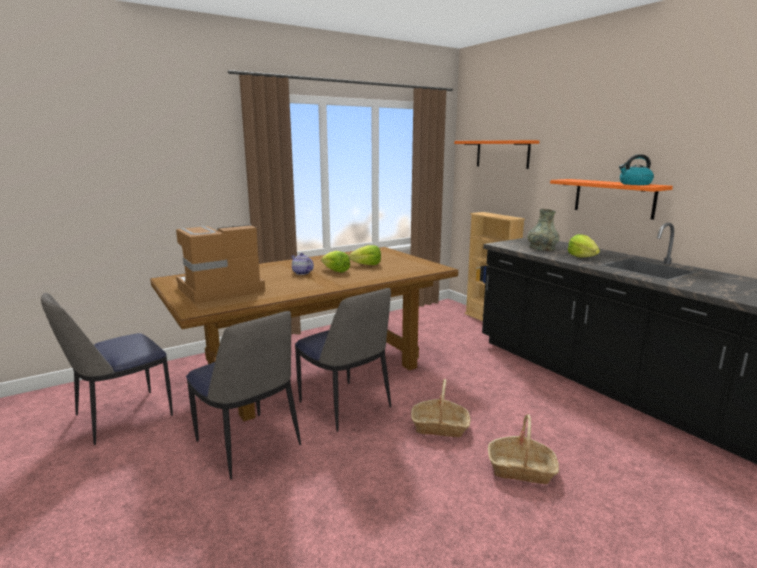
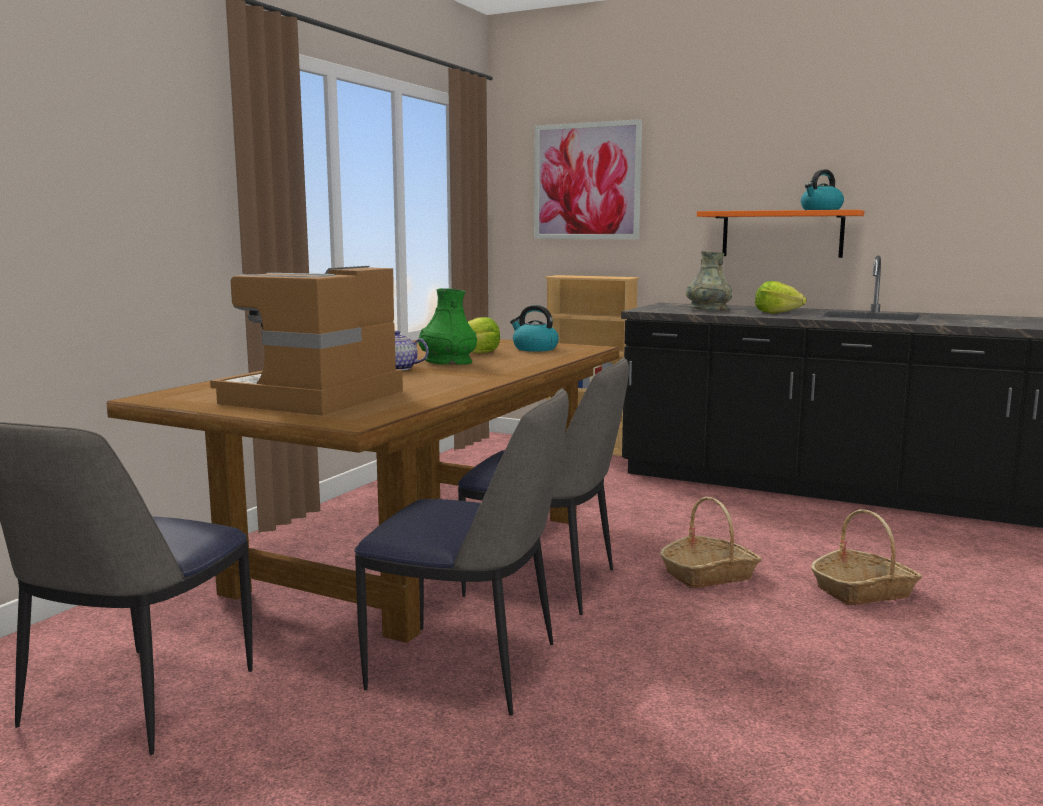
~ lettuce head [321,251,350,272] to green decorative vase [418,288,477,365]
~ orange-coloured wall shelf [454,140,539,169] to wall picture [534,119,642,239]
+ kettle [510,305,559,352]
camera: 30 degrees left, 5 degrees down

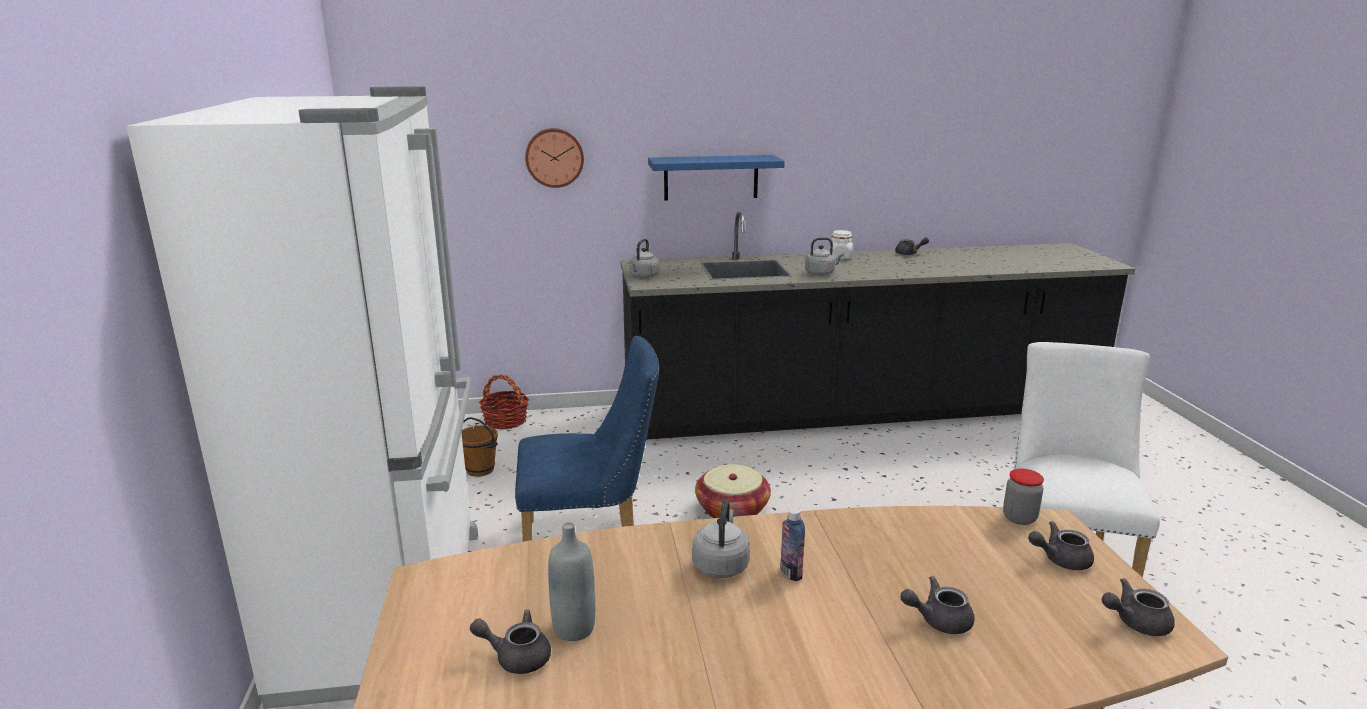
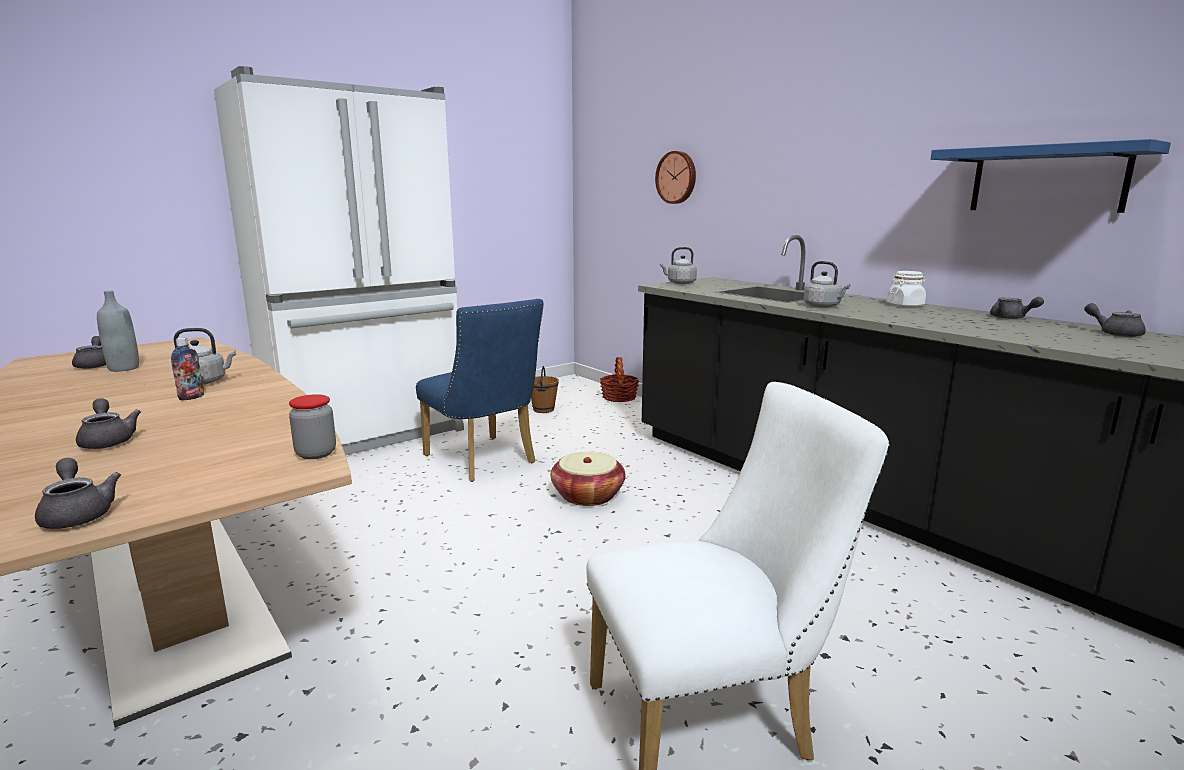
~ bluish wall shelf [648,155,785,201] to [931,139,1171,213]
~ grey tea pot [1028,521,1094,570] to [1084,303,1146,337]
camera: 60 degrees right, 5 degrees down

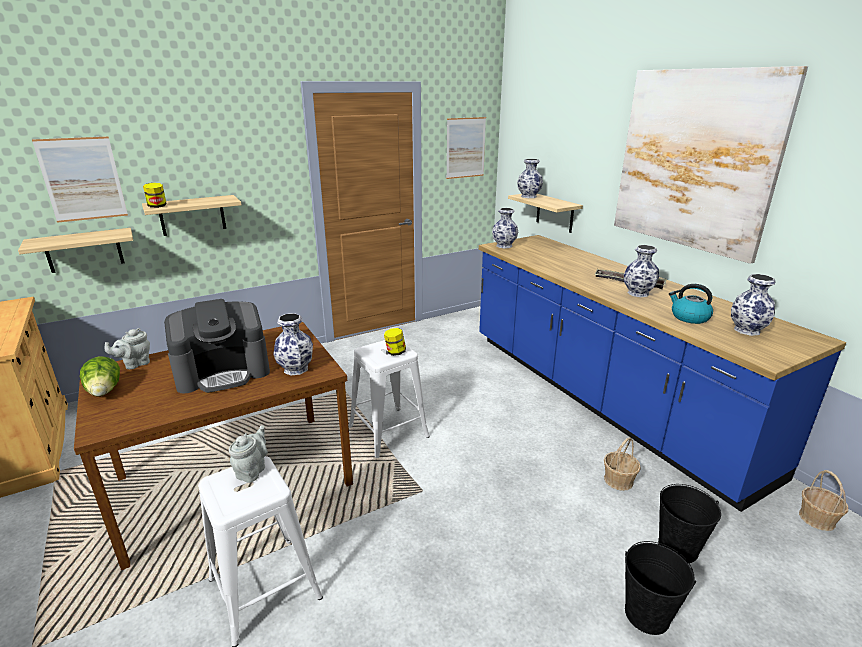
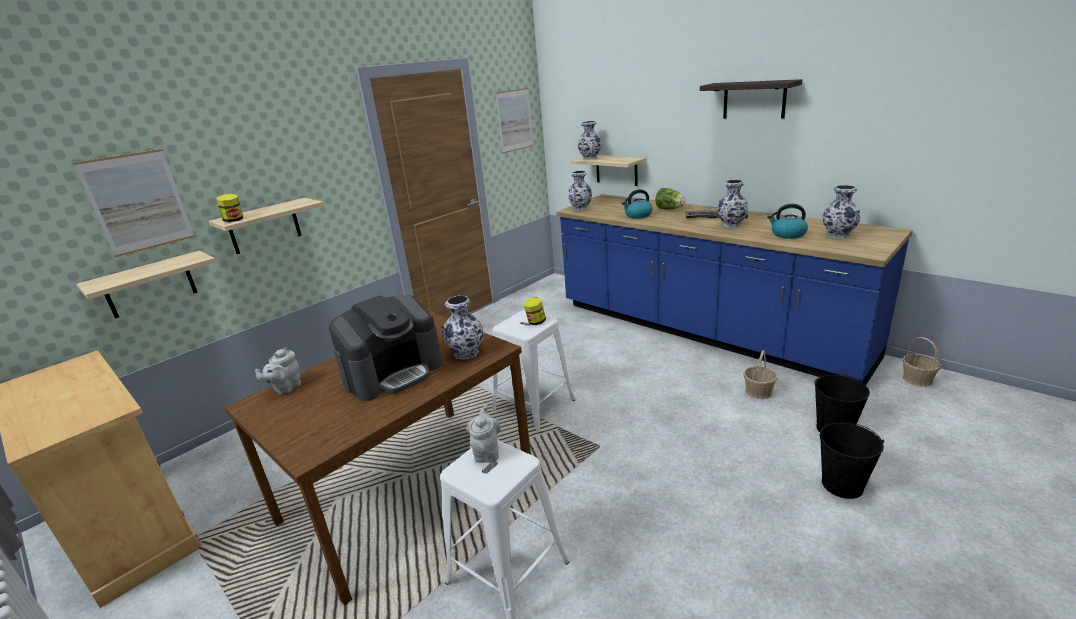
~ lettuce head [80,356,120,397] to [655,188,686,210]
~ wall picture [614,66,808,264] to wall shelf [700,79,802,119]
+ kettle [622,189,653,219]
camera: 15 degrees left, 0 degrees up

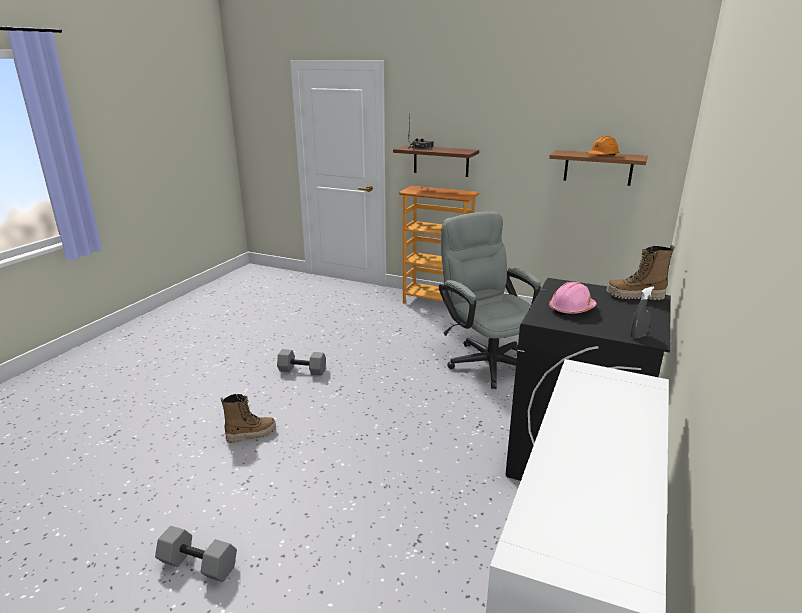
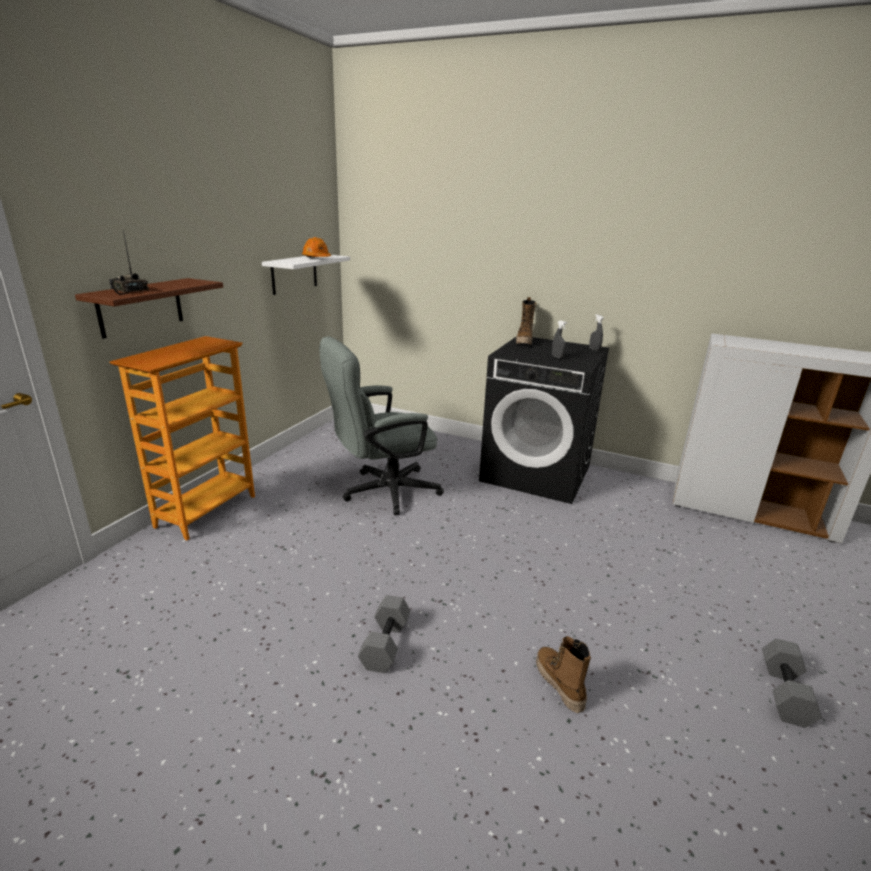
~ brown wall shelf [549,150,648,186] to whitish wall shelf [262,255,350,295]
~ pink-coloured safety helmet [549,282,596,316] to grey spray bottle [552,320,567,359]
camera: 90 degrees left, 0 degrees up

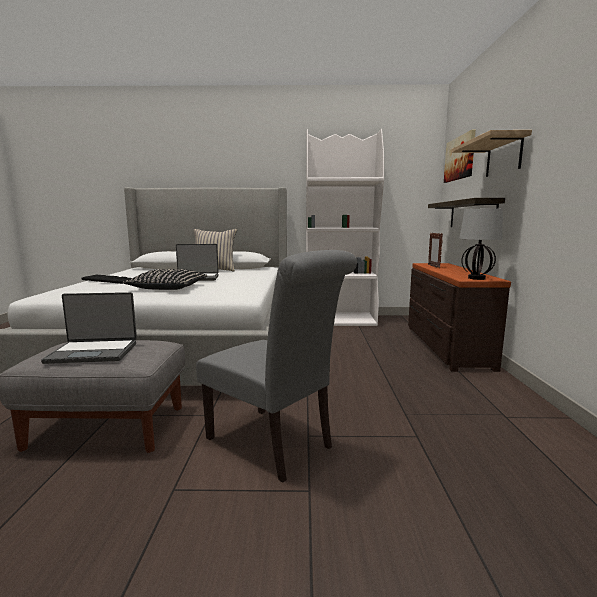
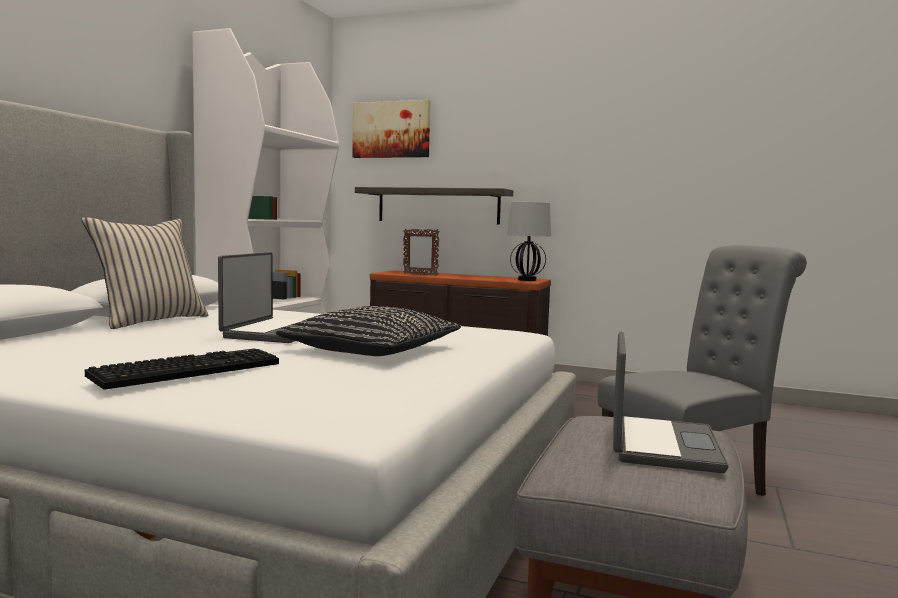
- wall shelf [452,130,532,177]
camera: 70 degrees left, 5 degrees down

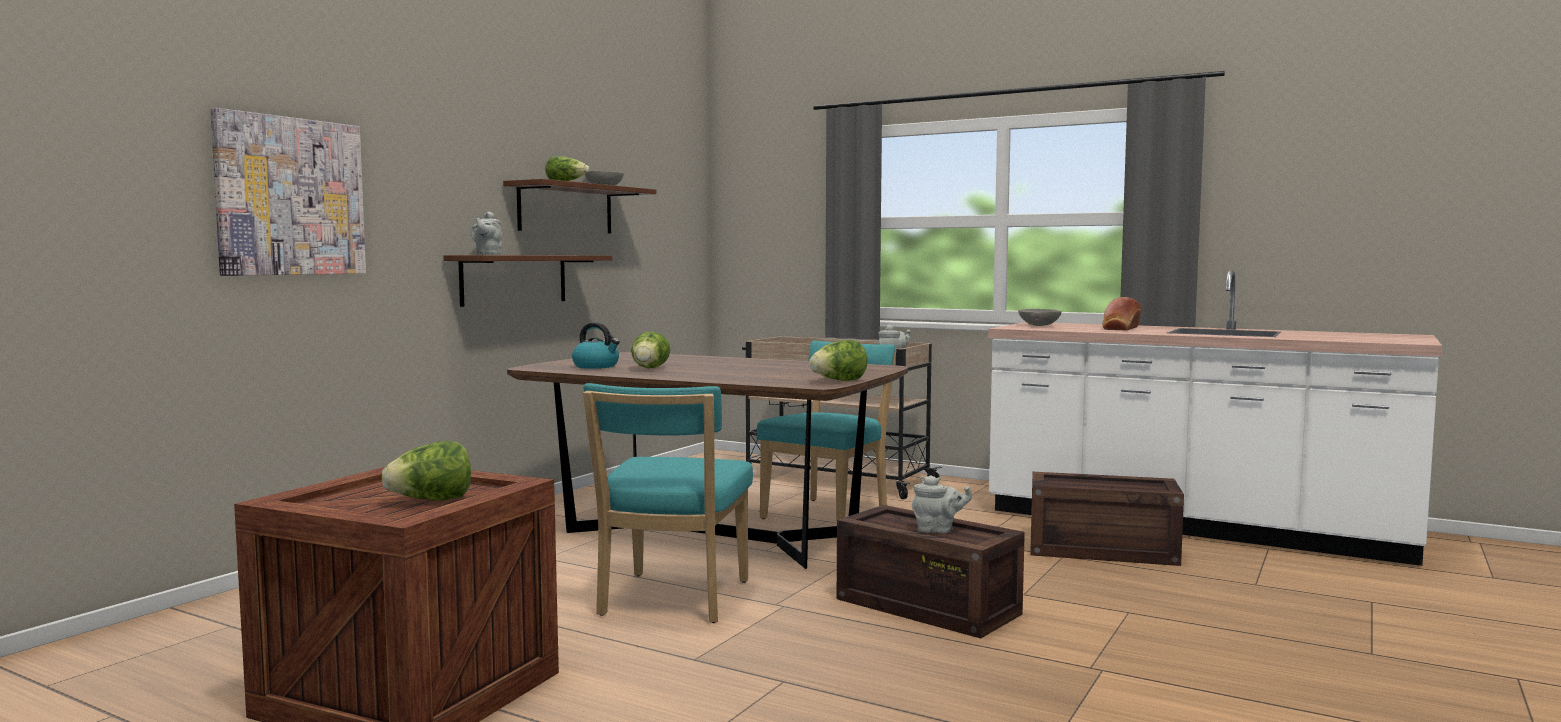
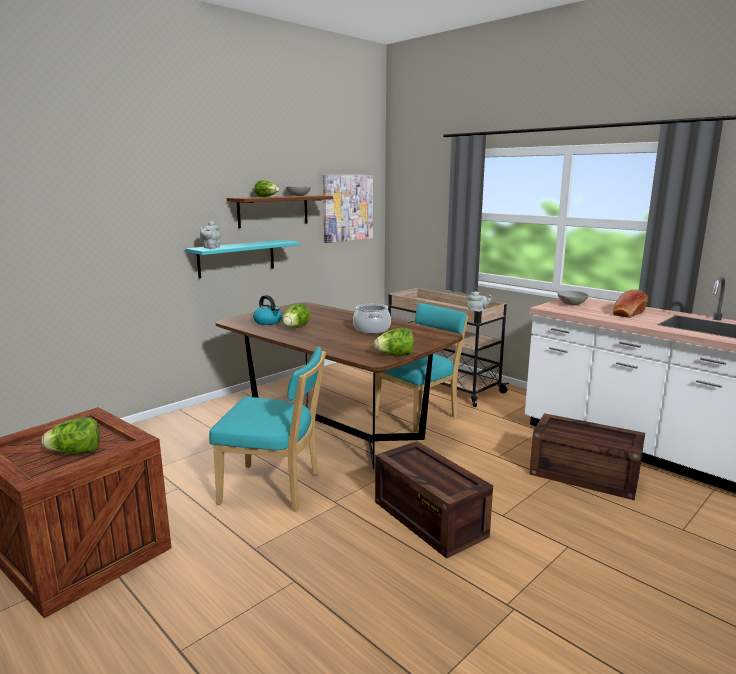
~ wall picture [210,108,366,276] to [323,175,373,243]
~ brown wall shelf [443,255,612,307] to turquoise-coloured wall shelf [185,240,299,278]
~ turquoise-coloured chair [583,383,753,623] = [209,347,326,512] 105 degrees counterclockwise
- grey tea pot [912,475,972,533]
+ stockpot [353,304,391,334]
camera: 15 degrees right, 10 degrees up

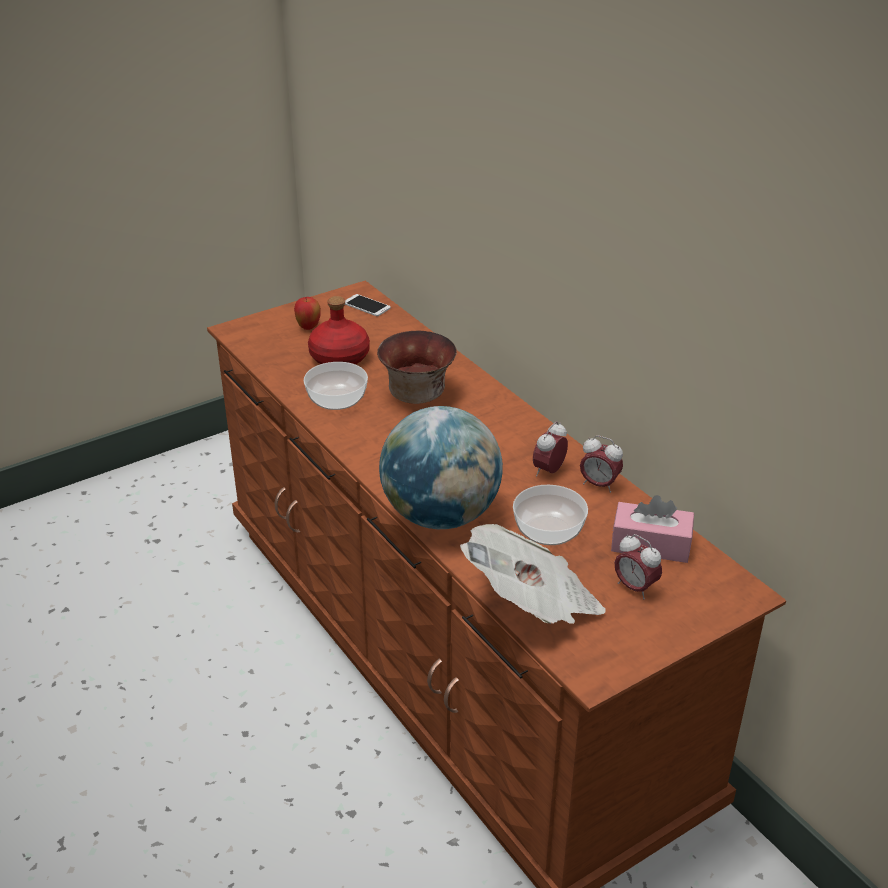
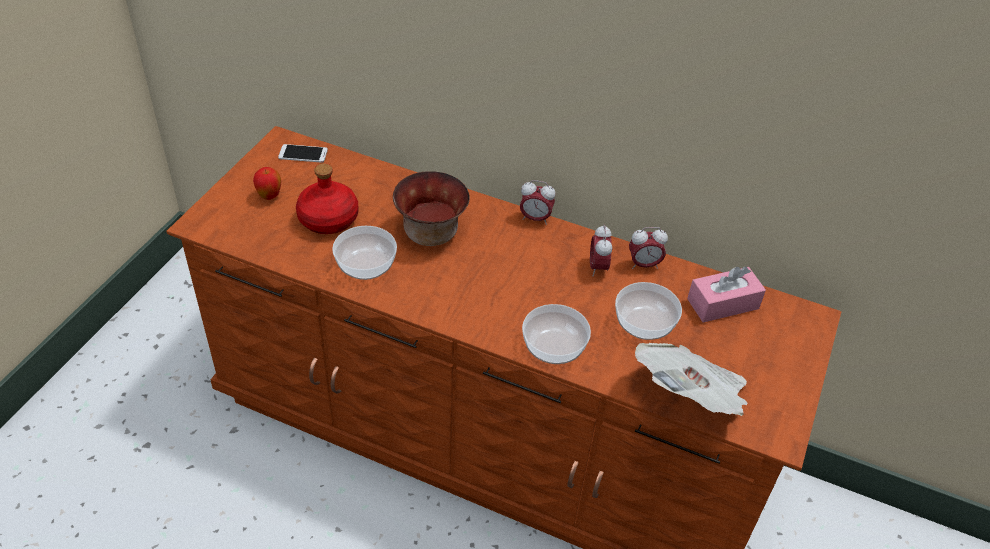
~ world globe [379,406,503,529] to bowl [522,304,591,364]
~ alarm clock [614,534,662,599] to [520,180,555,225]
camera: 35 degrees left, 10 degrees up

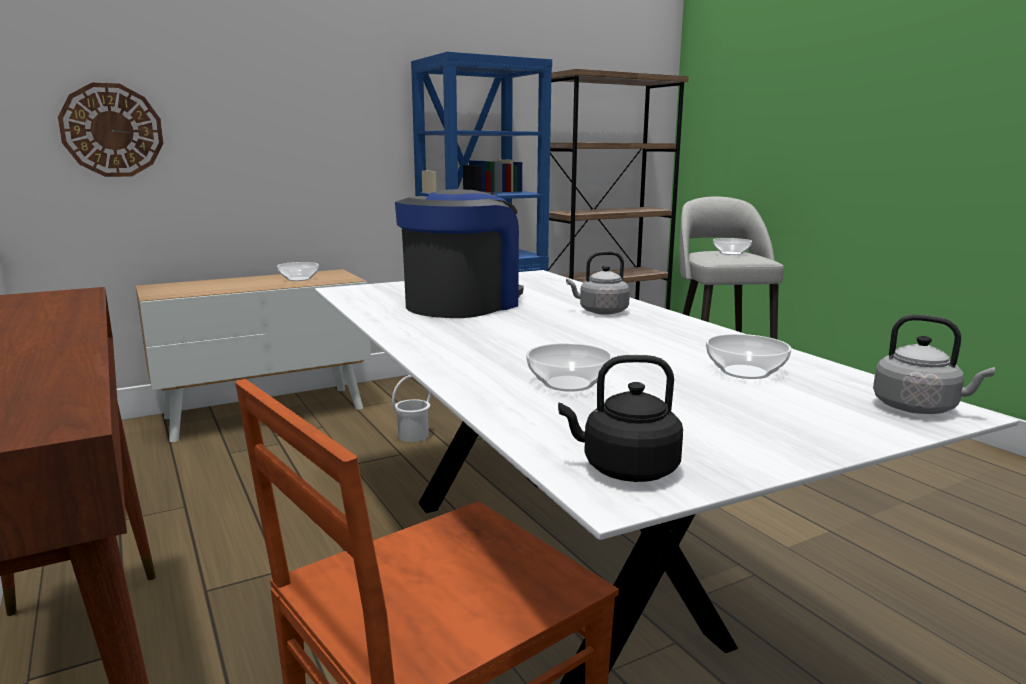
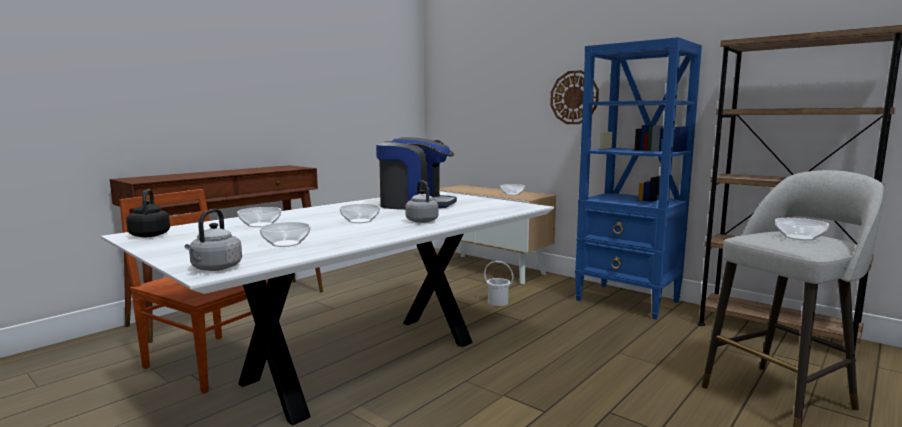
~ clock on the wall [58,83,163,177] to [550,70,599,124]
+ bowl [339,204,380,223]
camera: 70 degrees right, 5 degrees down

